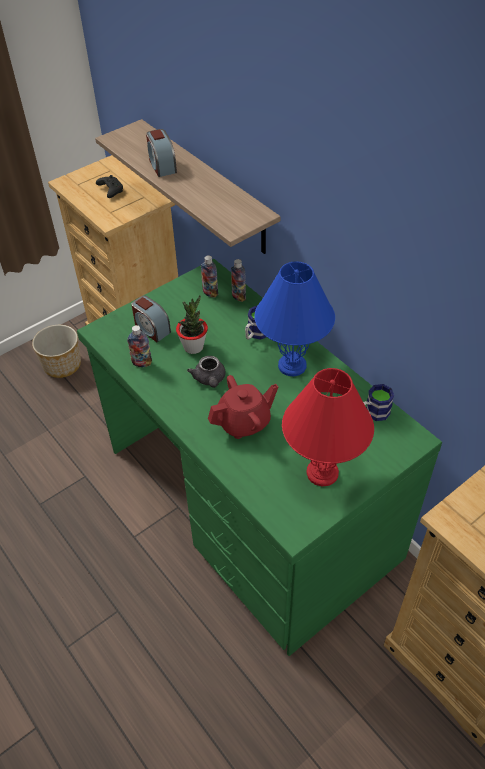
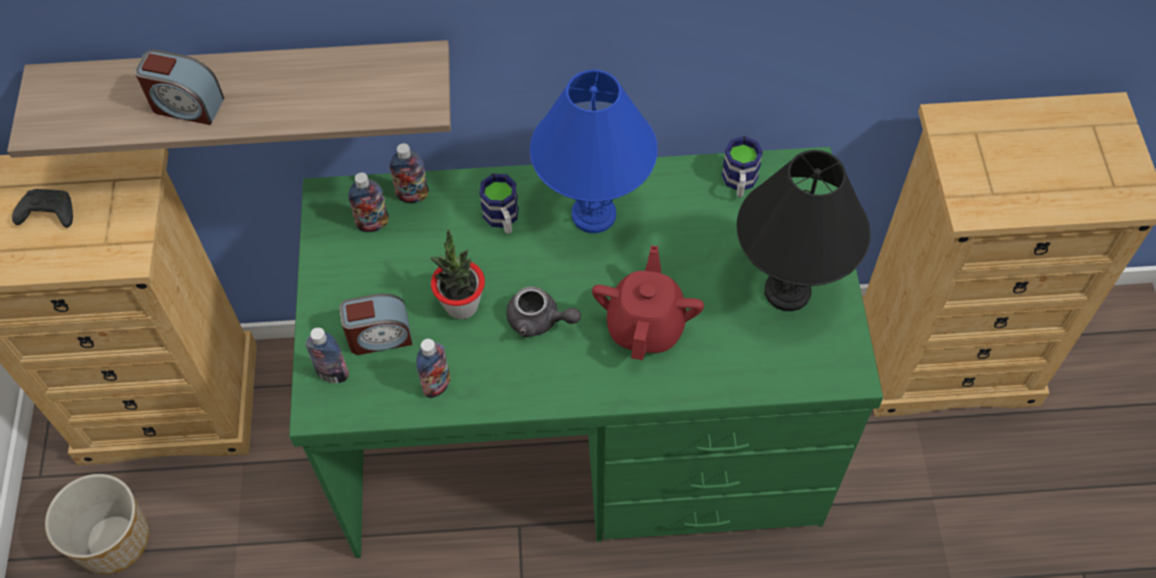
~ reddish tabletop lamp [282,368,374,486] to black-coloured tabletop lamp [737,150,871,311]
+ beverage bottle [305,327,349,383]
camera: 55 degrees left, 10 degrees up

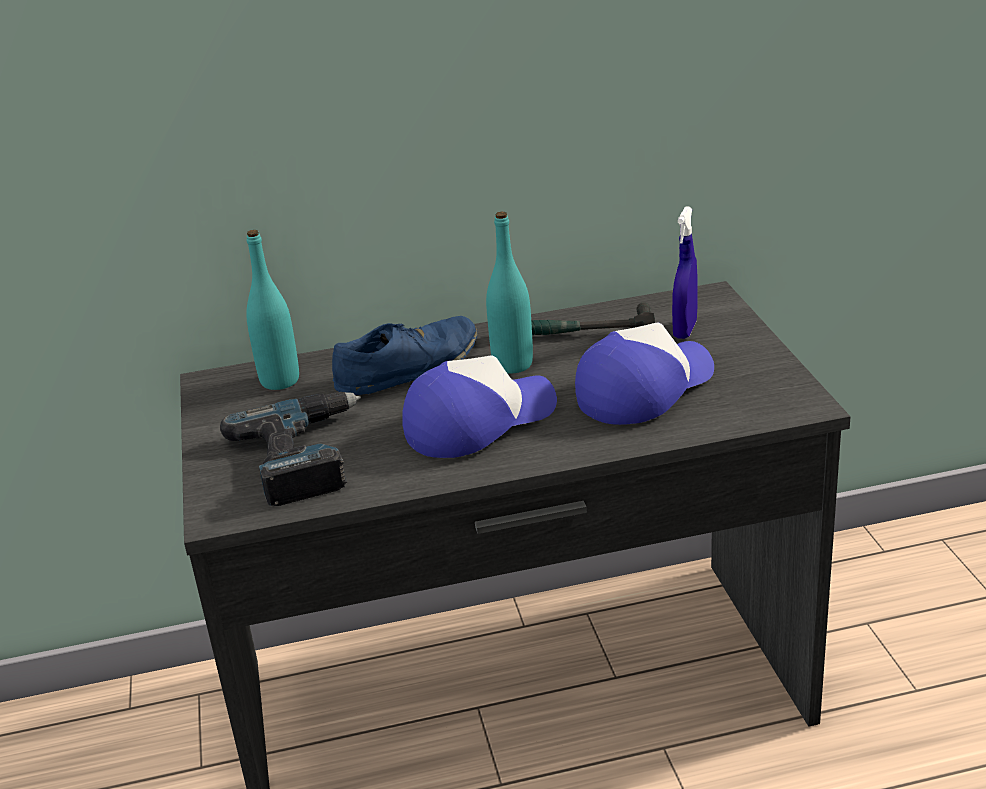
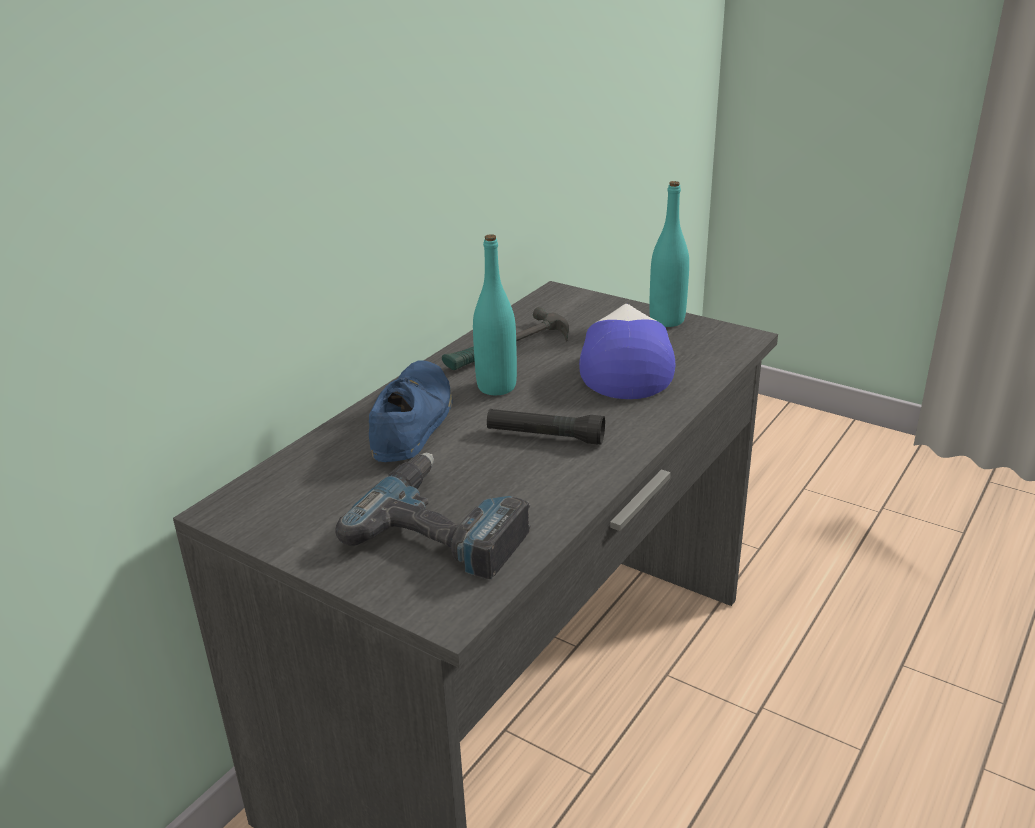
~ turquoise-coloured beverage bottle [246,230,299,390] to [649,181,689,327]
~ peaked cap [402,356,557,458] to black-coloured torch [487,409,605,445]
- bluish spray bottle [672,206,697,339]
camera: 45 degrees left, 0 degrees up

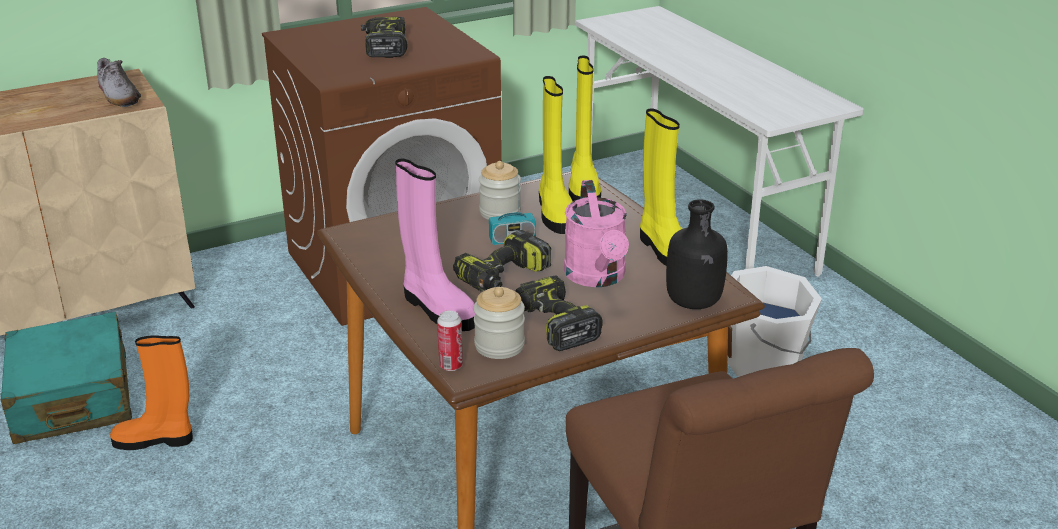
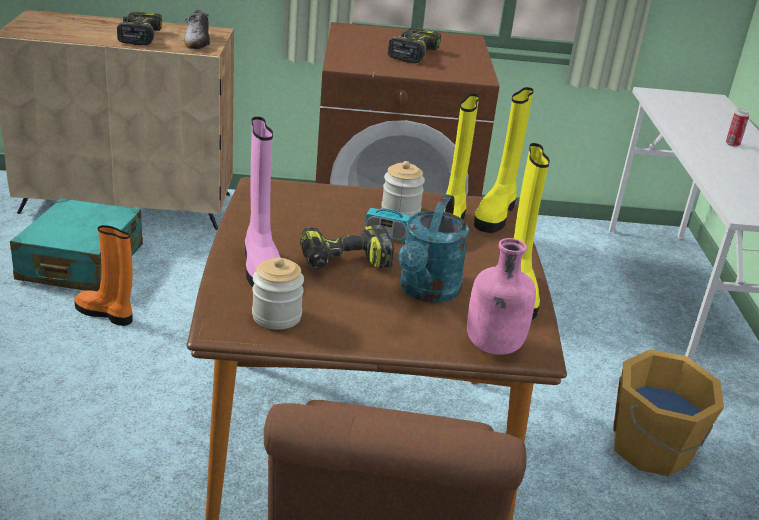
~ metal can [437,311,463,371] to [726,108,749,147]
~ power drill [515,276,603,351] to [117,12,162,45]
~ pink-coloured watering pot [564,180,629,287] to turquoise-coloured watering pot [398,194,469,303]
~ black-coloured beverage bottle [666,199,728,309] to pink-coloured beverage bottle [467,238,536,355]
~ whitish bucket [727,266,822,377] to orange-coloured bucket [613,350,724,476]
camera: 25 degrees right, 0 degrees up

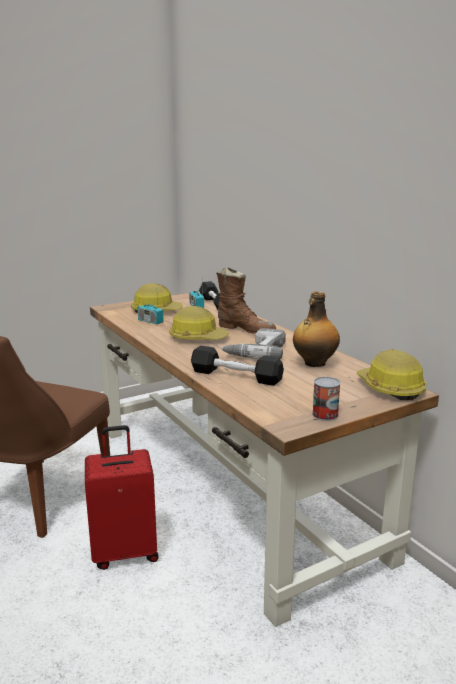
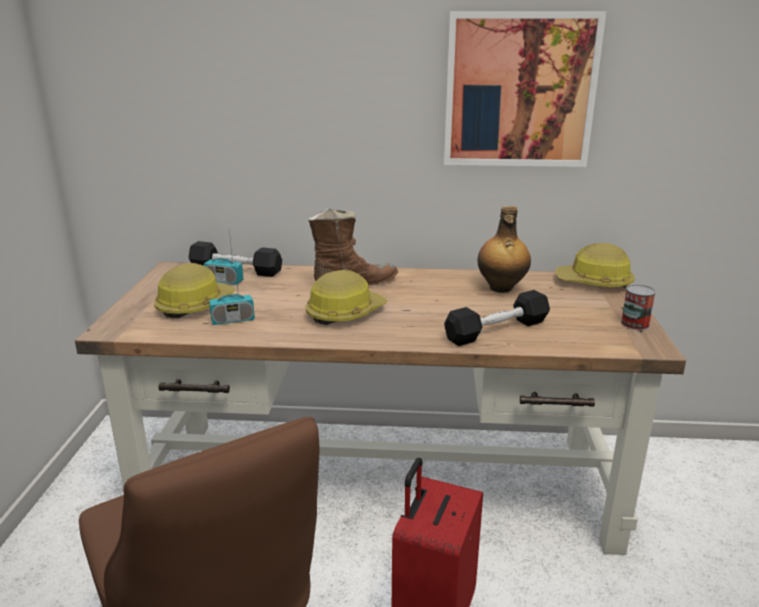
- power drill [222,328,286,359]
+ wall picture [444,11,606,167]
camera: 55 degrees left, 5 degrees up

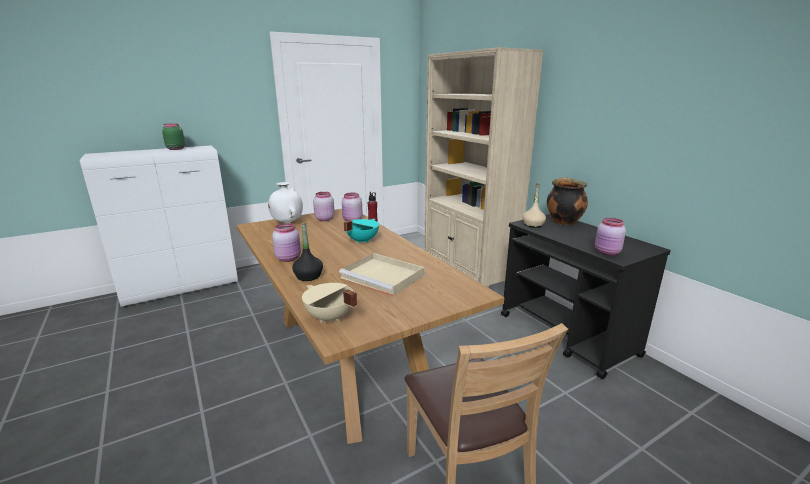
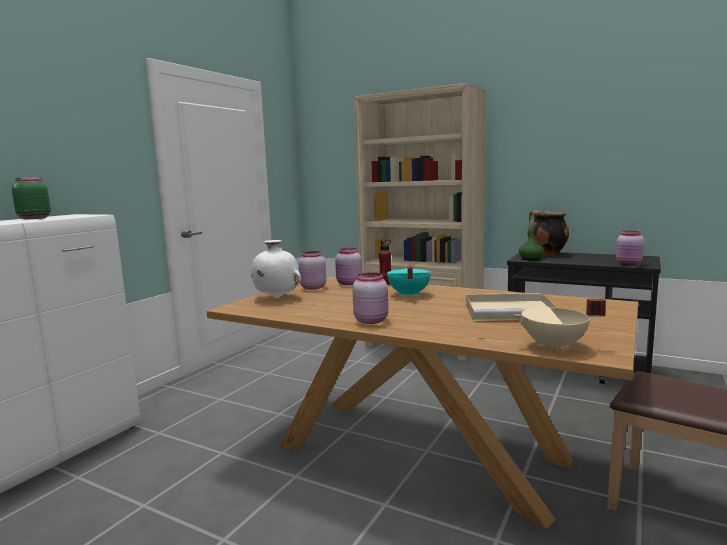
- black-coloured beverage bottle [292,222,323,281]
~ beige beverage bottle [523,183,546,228] to green beverage bottle [519,214,544,260]
camera: 30 degrees left, 10 degrees down

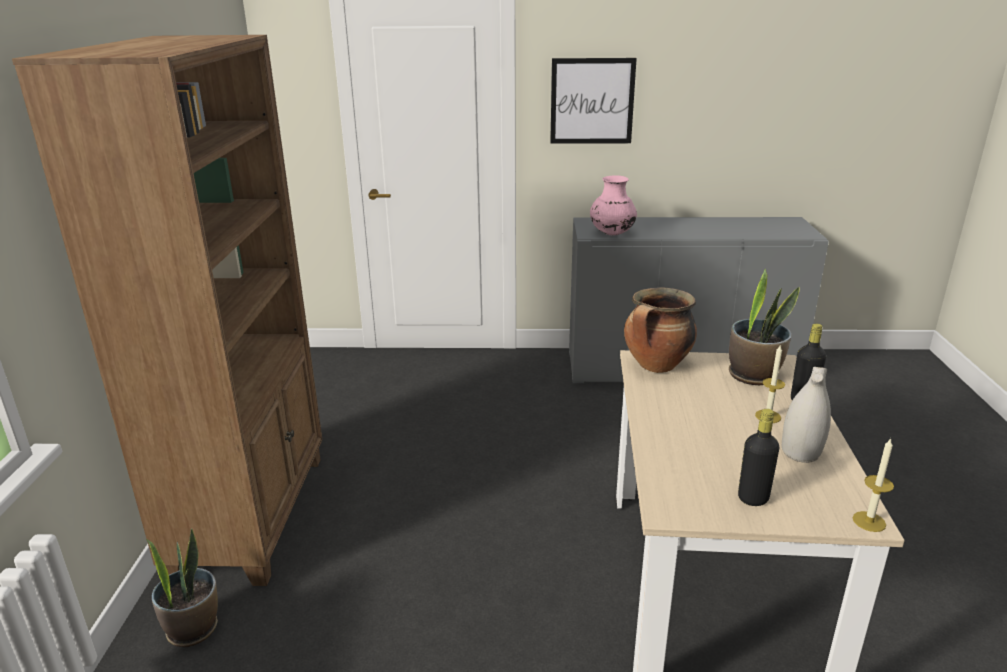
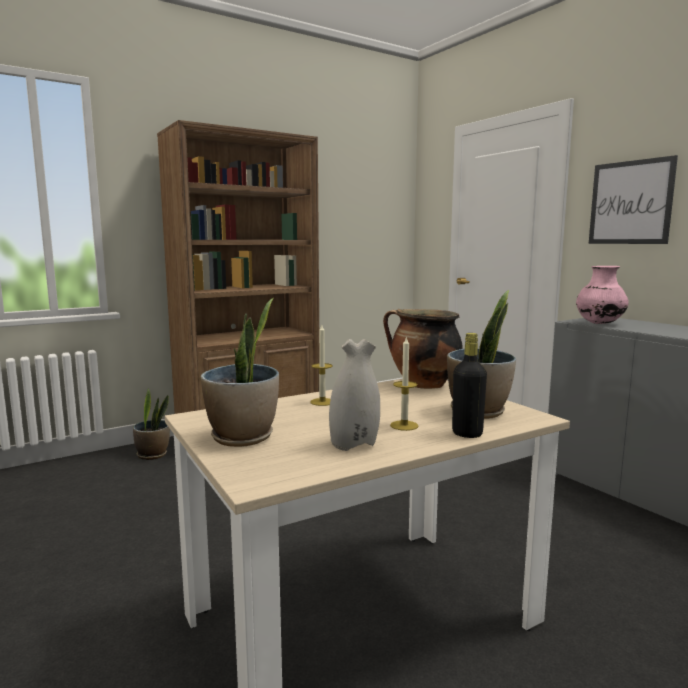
~ black-coloured beverage bottle [738,409,779,506] to plant in a pot [201,298,279,447]
~ wax light [853,438,894,532] to [310,325,333,406]
camera: 55 degrees right, 15 degrees down

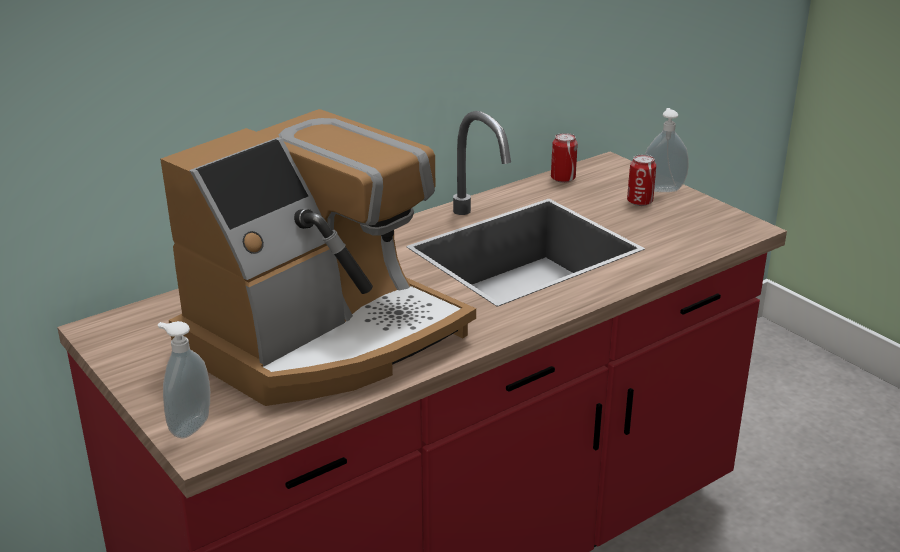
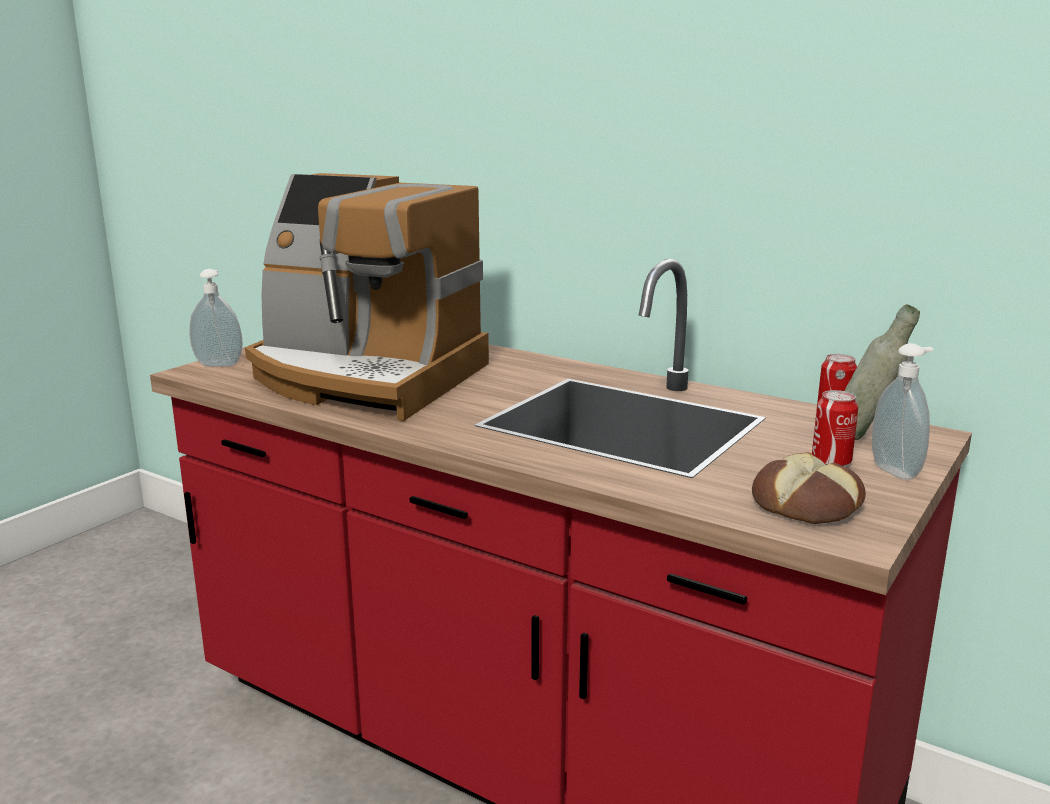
+ baked bread [752,452,866,524]
+ grey beverage bottle [844,304,920,440]
camera: 70 degrees right, 10 degrees down

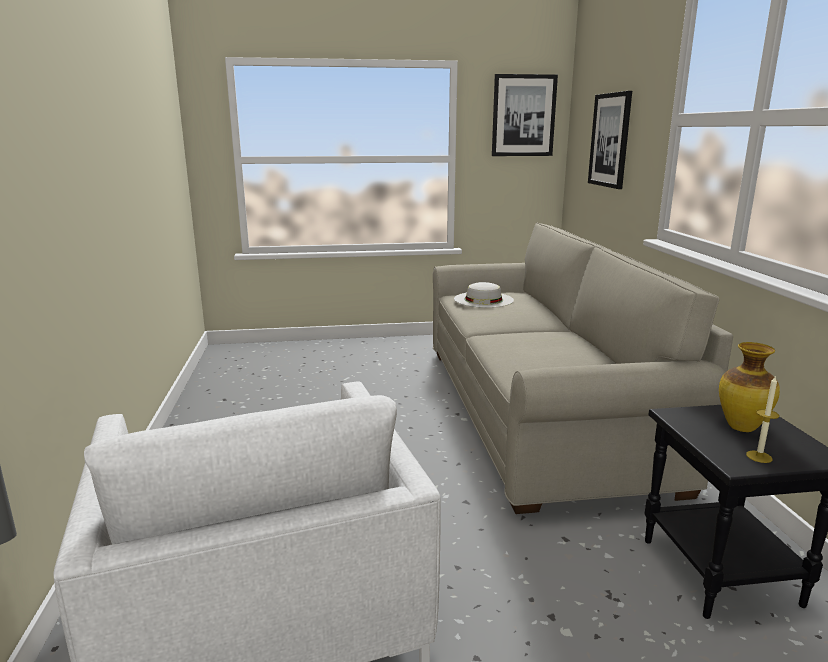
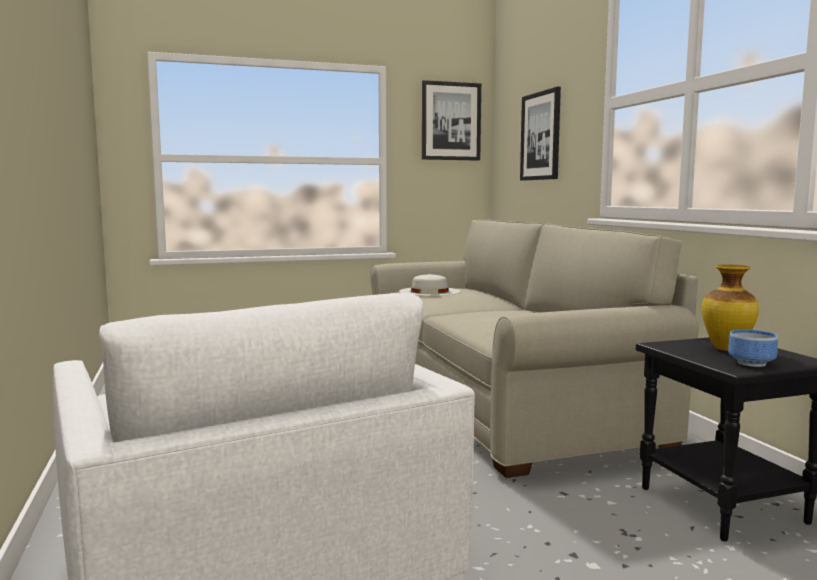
~ wax light [746,375,779,463] to bowl [728,330,778,367]
camera: 10 degrees left, 10 degrees down

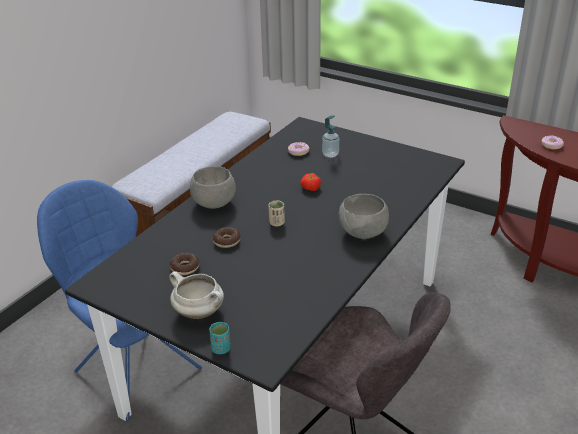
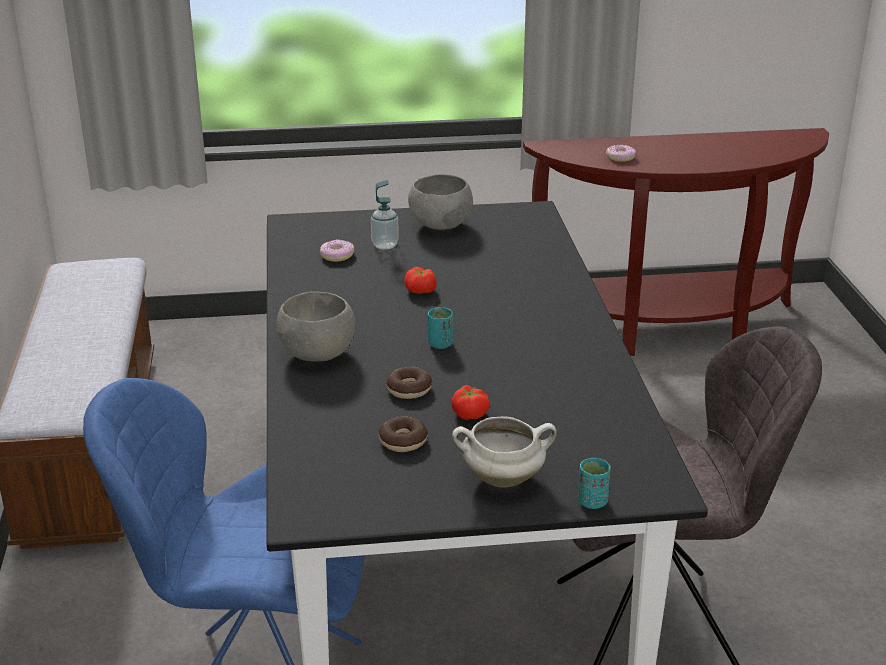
~ beige small cup [268,201,285,226] to turquoise-coloured small cup [428,307,453,349]
~ grey bowl [339,194,389,239] to [408,174,473,230]
+ tomato [451,385,490,420]
camera: 40 degrees left, 5 degrees down

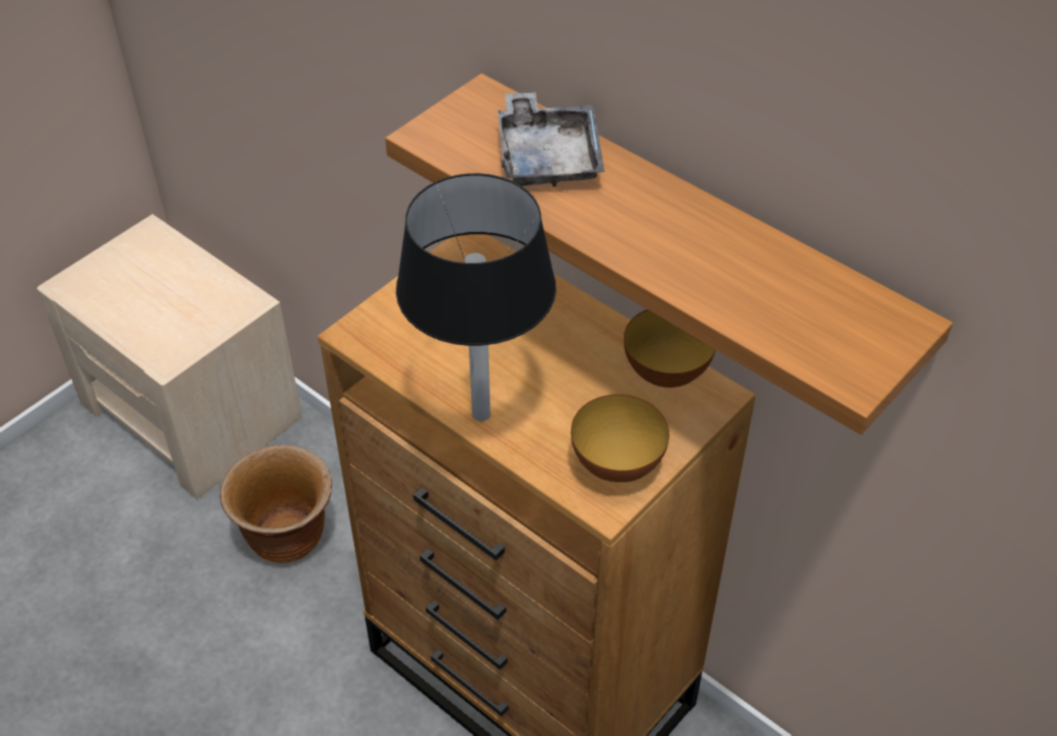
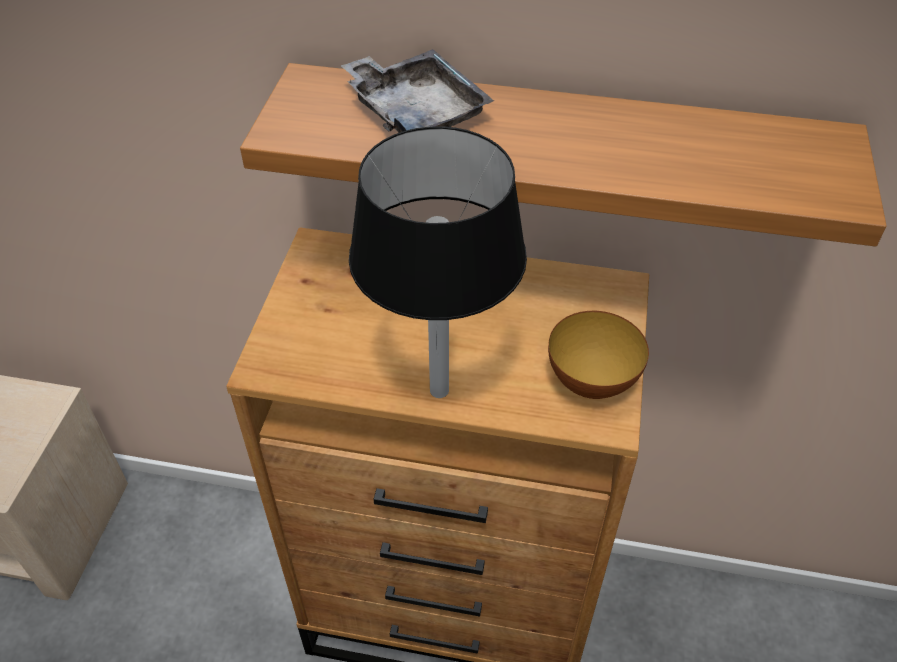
- brown flower pot [220,445,332,563]
- bowl [624,309,716,388]
camera: 30 degrees left, 0 degrees up

